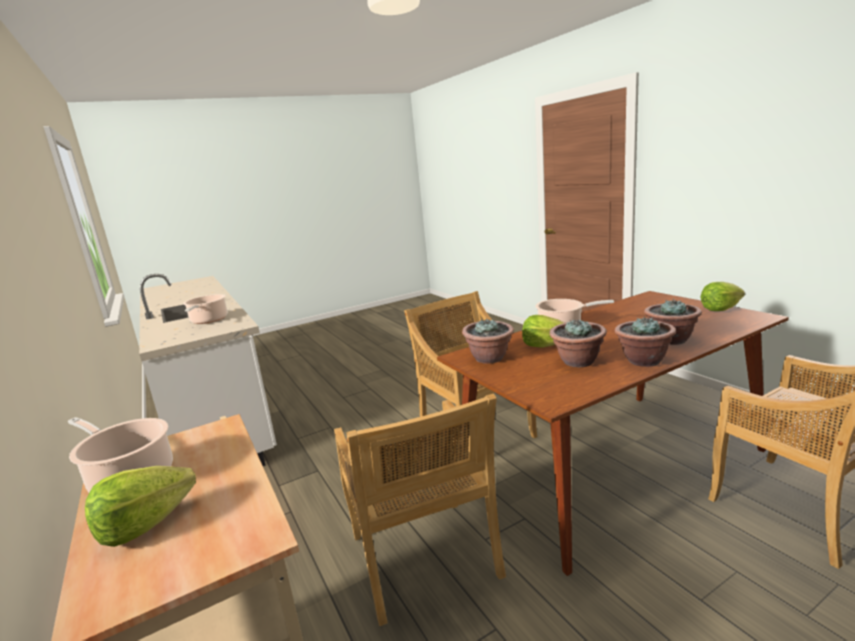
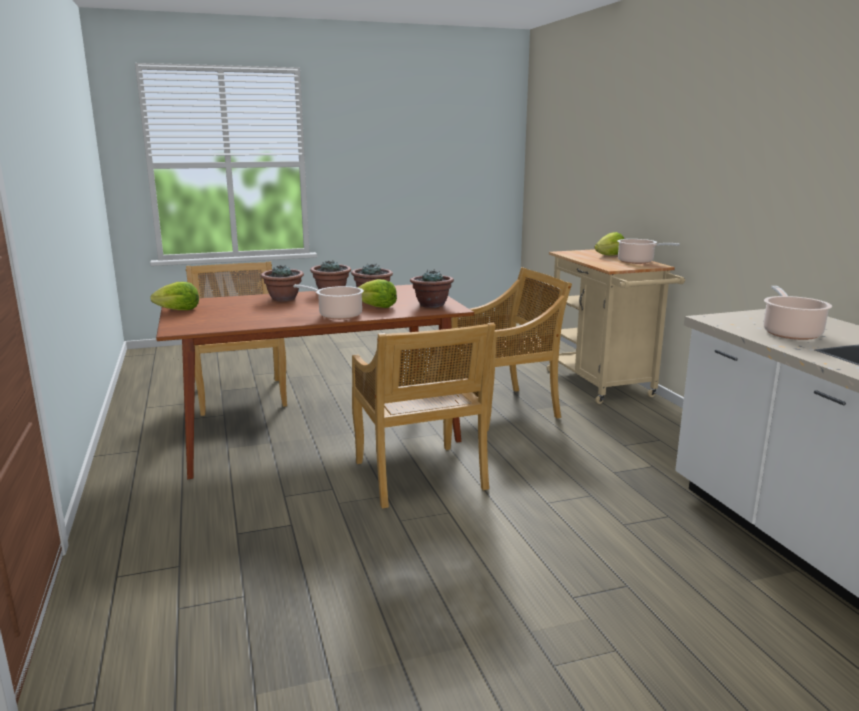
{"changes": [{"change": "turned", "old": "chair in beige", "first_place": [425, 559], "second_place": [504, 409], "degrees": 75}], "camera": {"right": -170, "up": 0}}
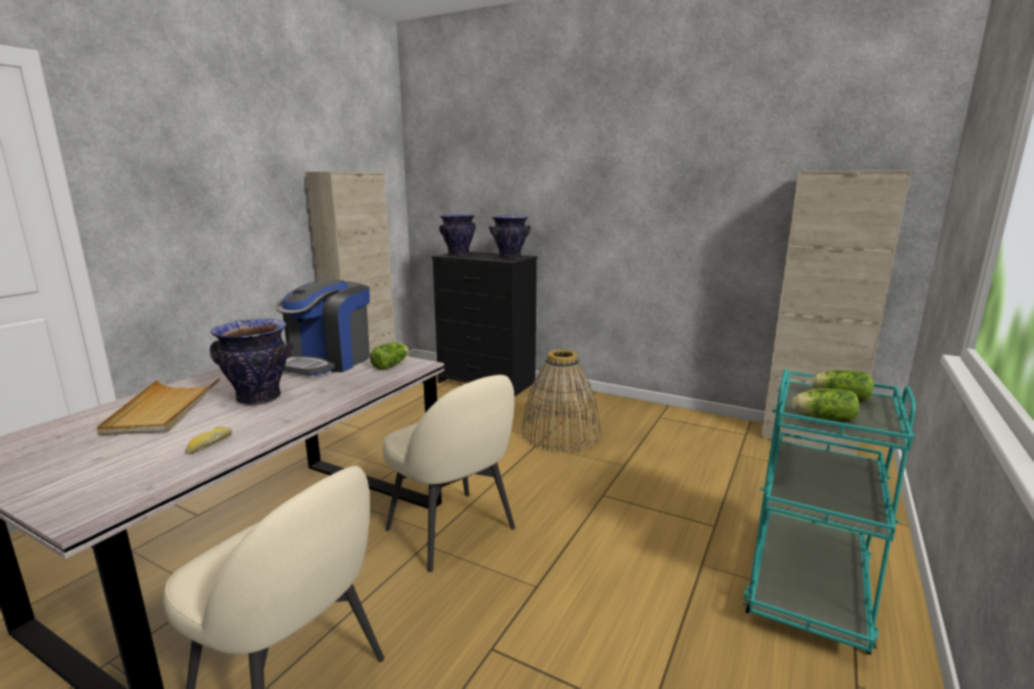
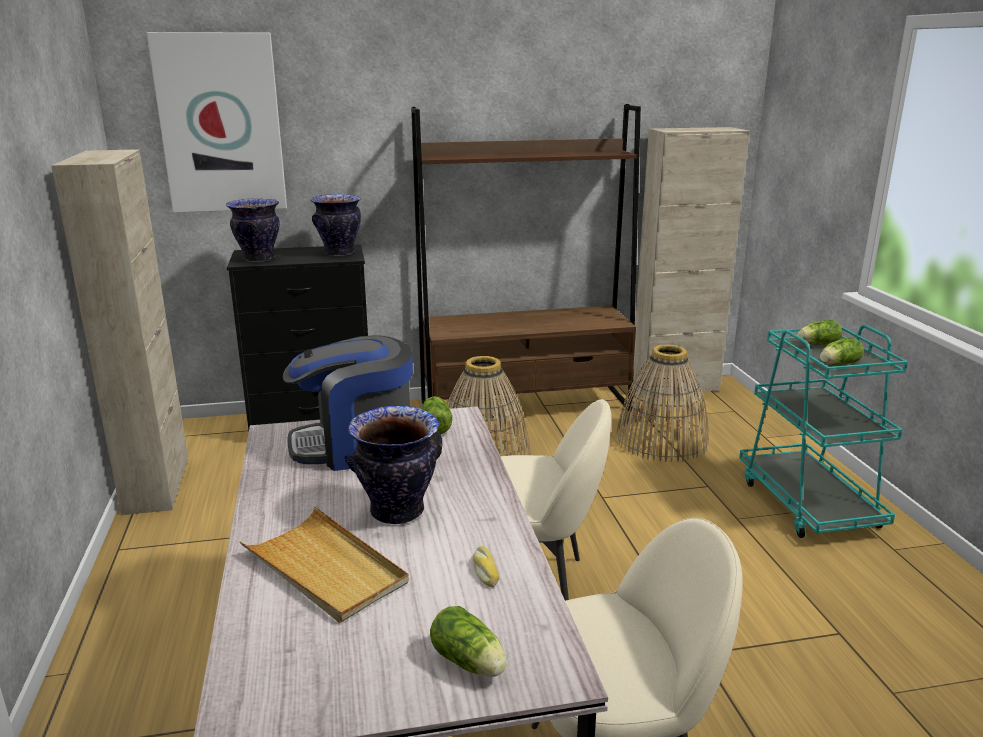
{"changes": [{"change": "added", "new": "picture", "second_place": [221, 124]}, {"change": "added", "new": "bookcase in brown", "second_place": [526, 406]}, {"change": "added", "new": "lettuce", "second_place": [470, 663]}, {"change": "added", "new": "basket", "second_place": [661, 440]}, {"change": "turned", "old": "coffee machine", "first_place": [328, 361], "second_place": [355, 446], "degrees": 90}], "camera": {"right": -40, "up": 5}}
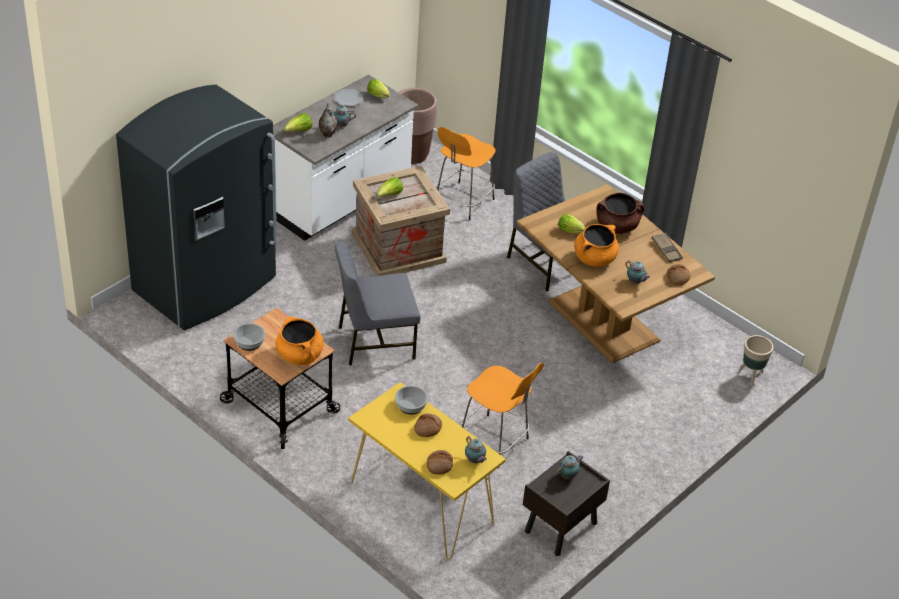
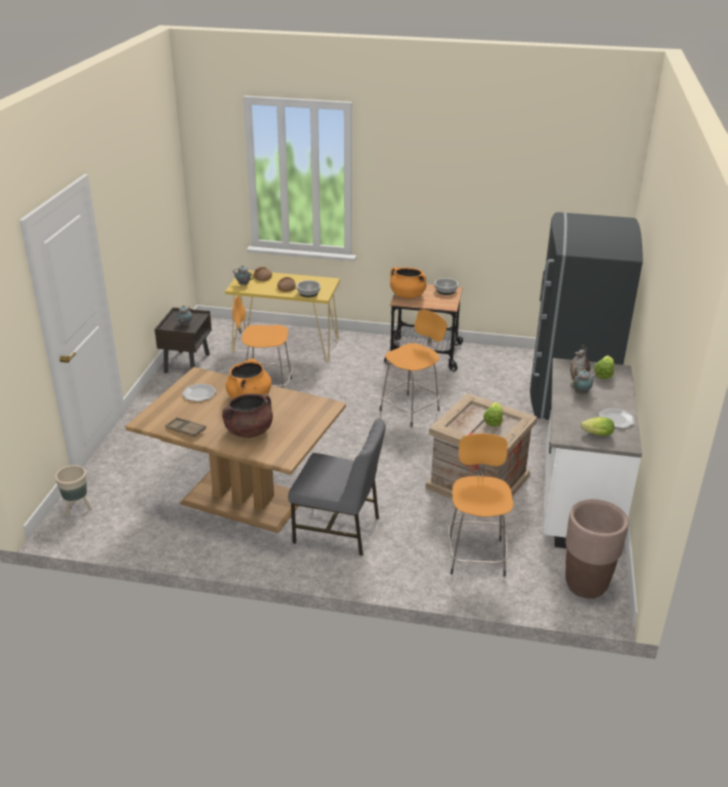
{"changes": [{"change": "removed", "old": "lettuce", "first_place": [571, 231]}, {"change": "removed", "old": "bread", "first_place": [678, 277]}, {"change": "replaced", "old": "chair in grey", "new": "stool in orange", "first_place": [374, 342], "second_place": [411, 409]}, {"change": "replaced", "old": "teapot", "new": "plate", "first_place": [635, 282], "second_place": [199, 393]}], "camera": {"right": 150, "up": -10}}
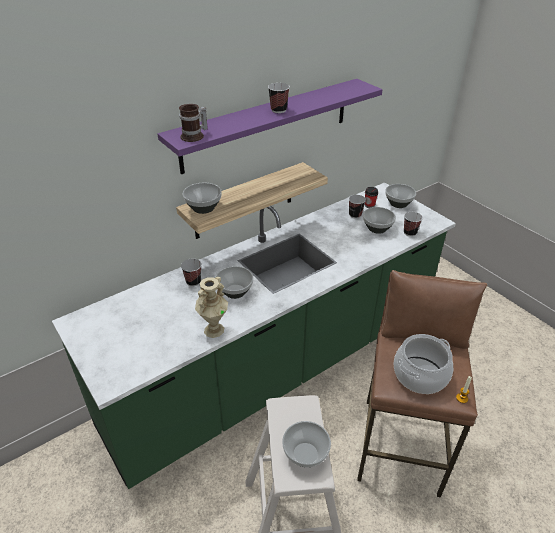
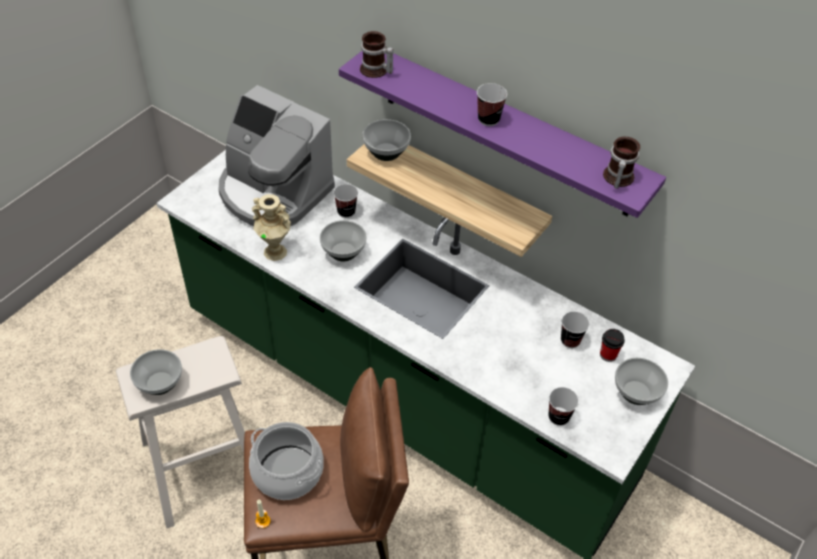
{"changes": [{"change": "removed", "old": "bowl", "first_place": [376, 228]}, {"change": "added", "new": "coffee machine", "second_place": [273, 192]}, {"change": "added", "new": "mug", "second_place": [616, 178]}], "camera": {"right": 70, "up": 10}}
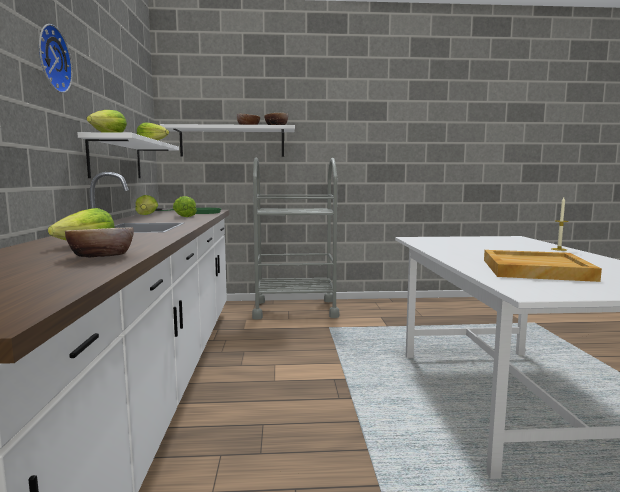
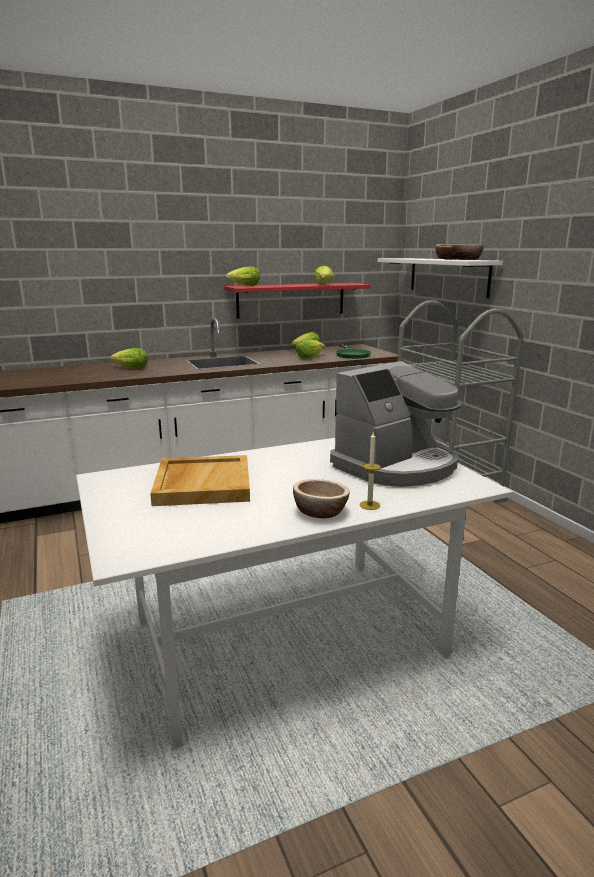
{"changes": [{"change": "removed", "old": "wall clock", "first_place": [51, 59]}, {"change": "added", "new": "coffee machine", "second_place": [396, 466]}, {"change": "moved", "old": "bowl", "first_place": [102, 256], "second_place": [320, 512]}, {"change": "recoloured", "old": "shelf in white", "new": "shelf in red", "first_place": [116, 159], "second_place": [291, 300]}], "camera": {"right": 70, "up": 10}}
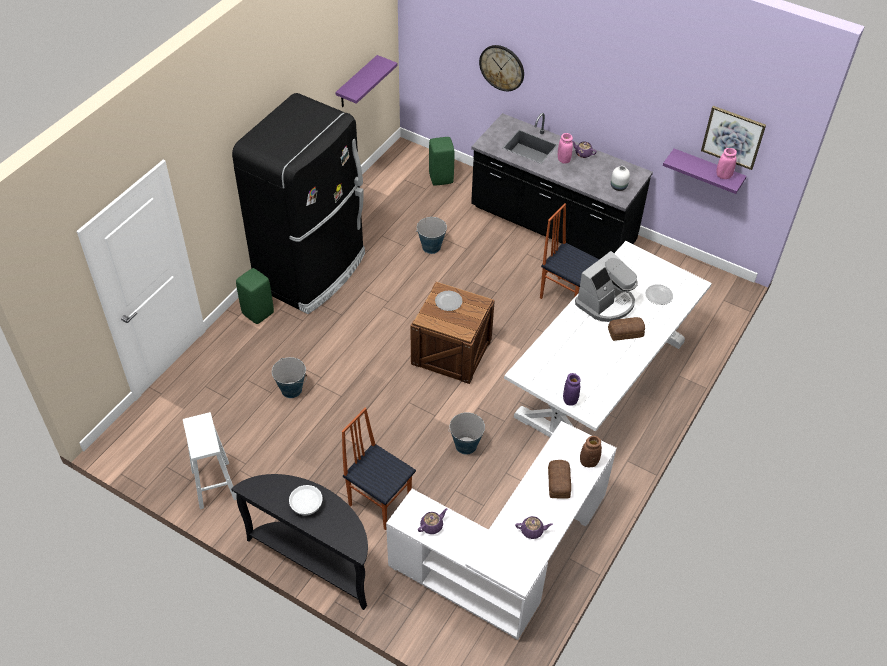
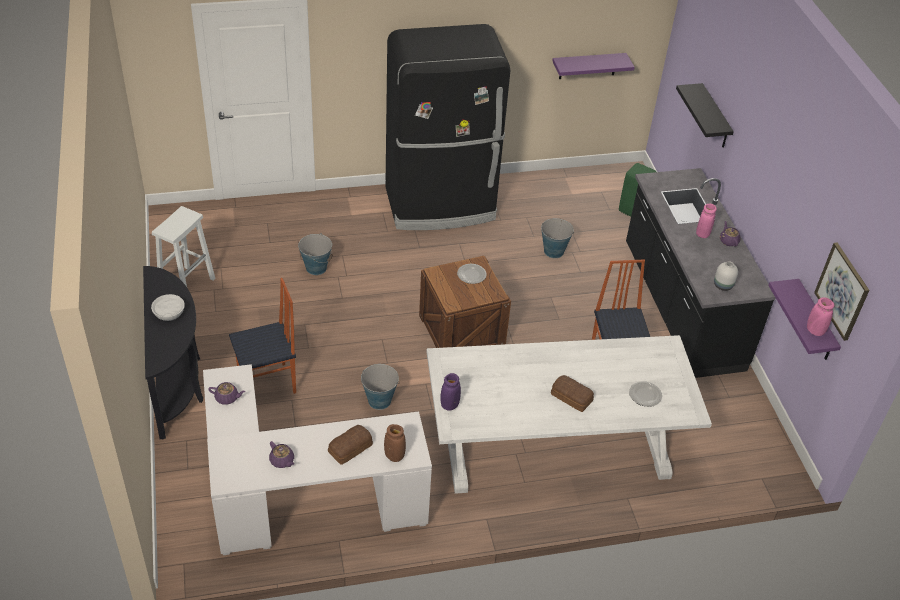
{"changes": [{"change": "removed", "old": "stool in green", "first_place": [257, 313]}, {"change": "removed", "old": "coffee machine", "first_place": [606, 303]}, {"change": "replaced", "old": "wall clock", "new": "shelf in black", "first_place": [502, 67], "second_place": [715, 117]}, {"change": "turned", "old": "chair", "first_place": [380, 502], "second_place": [268, 384], "degrees": 75}], "camera": {"right": 45, "up": -5}}
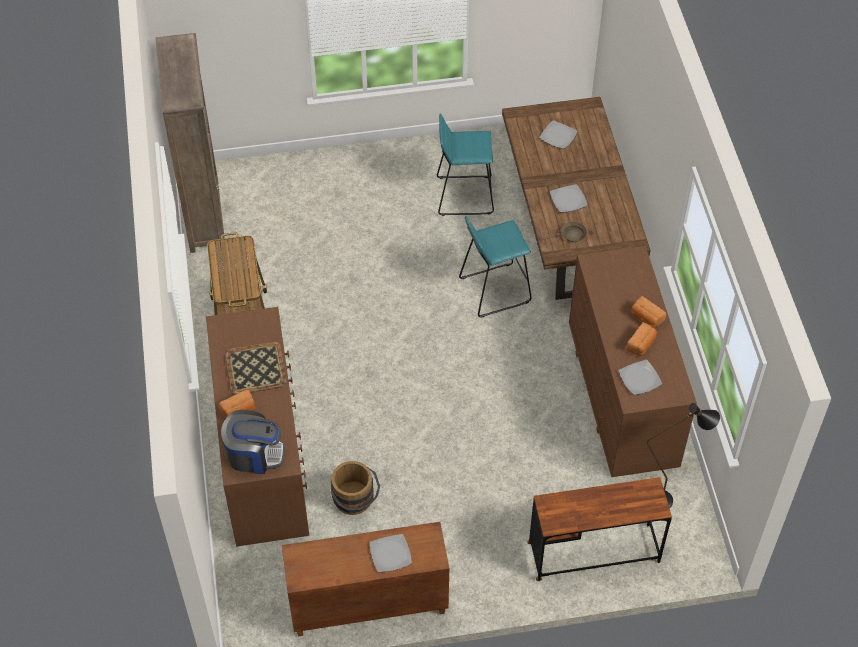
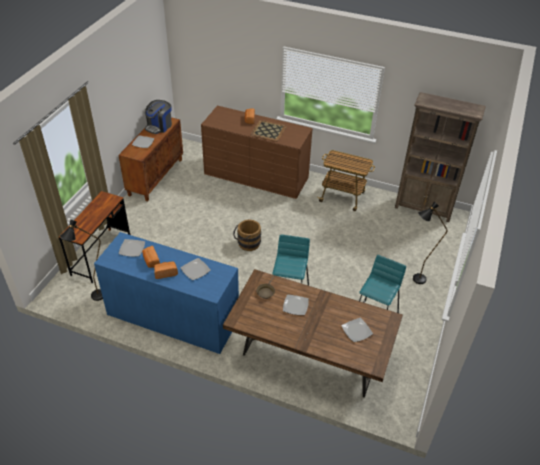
{"changes": [{"change": "added", "new": "plate", "second_place": [195, 270]}, {"change": "added", "new": "floor lamp in black", "second_place": [415, 280]}, {"change": "moved", "old": "coffee machine", "first_place": [254, 454], "second_place": [159, 126]}, {"change": "moved", "old": "bucket in brown", "first_place": [355, 501], "second_place": [246, 243]}, {"change": "recoloured", "old": "dresser in brown", "new": "dresser in blue", "first_place": [622, 393], "second_place": [173, 316]}], "camera": {"right": 120, "up": -10}}
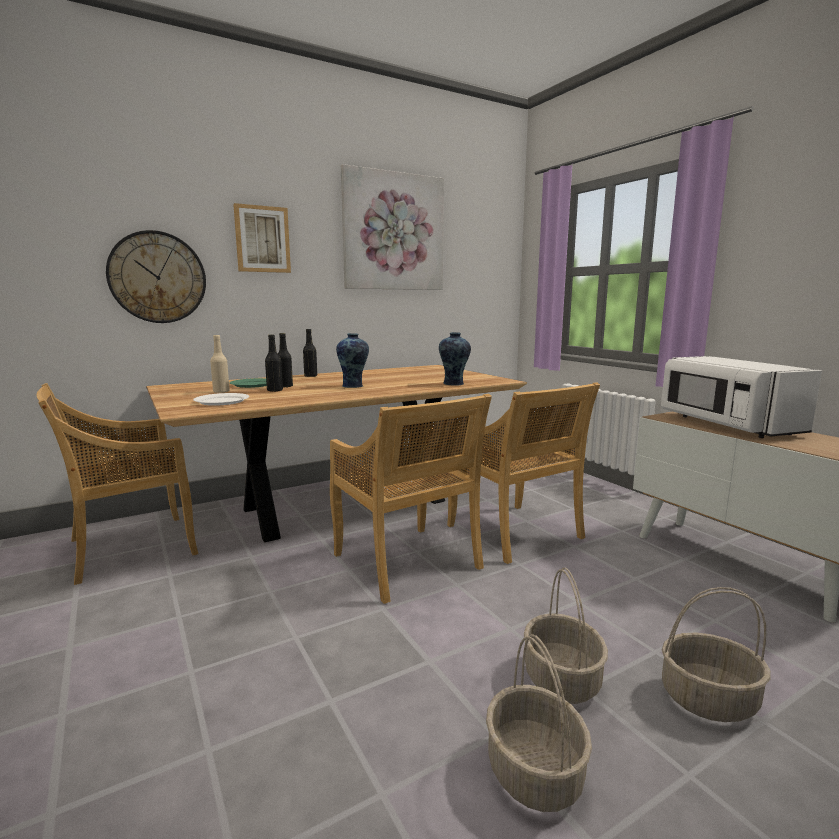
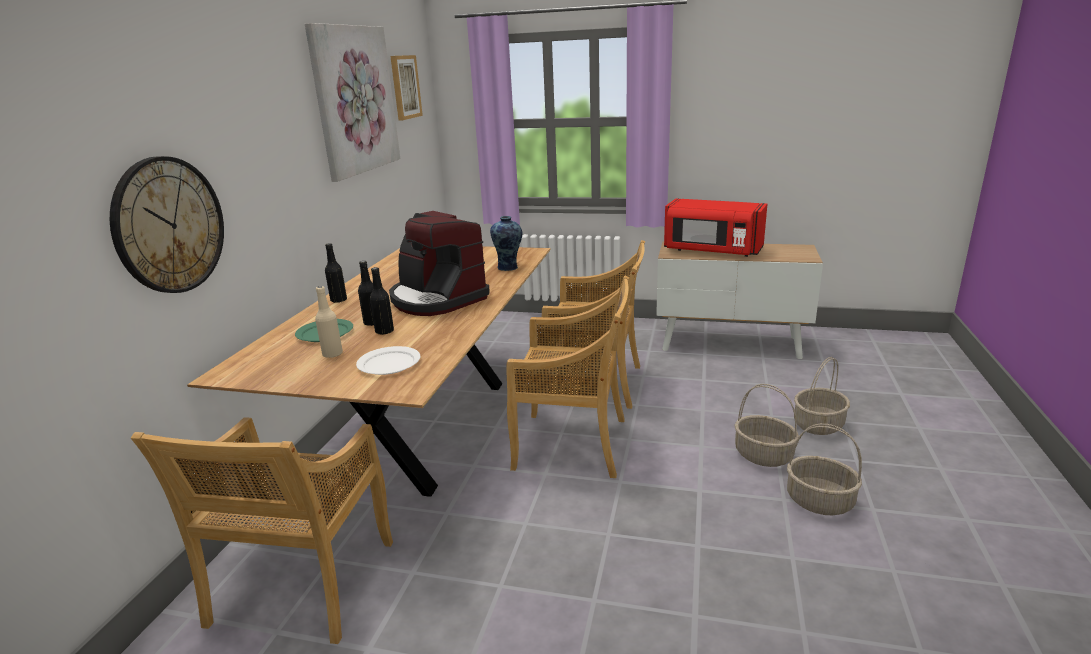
{"changes": [{"change": "moved", "old": "picture", "first_place": [262, 239], "second_place": [405, 87]}, {"change": "replaced", "old": "vase", "new": "coffee machine", "first_place": [354, 386], "second_place": [437, 299]}, {"change": "recoloured", "old": "microwave in white", "new": "microwave in red", "first_place": [725, 425], "second_place": [711, 251]}], "camera": {"right": -45, "up": 10}}
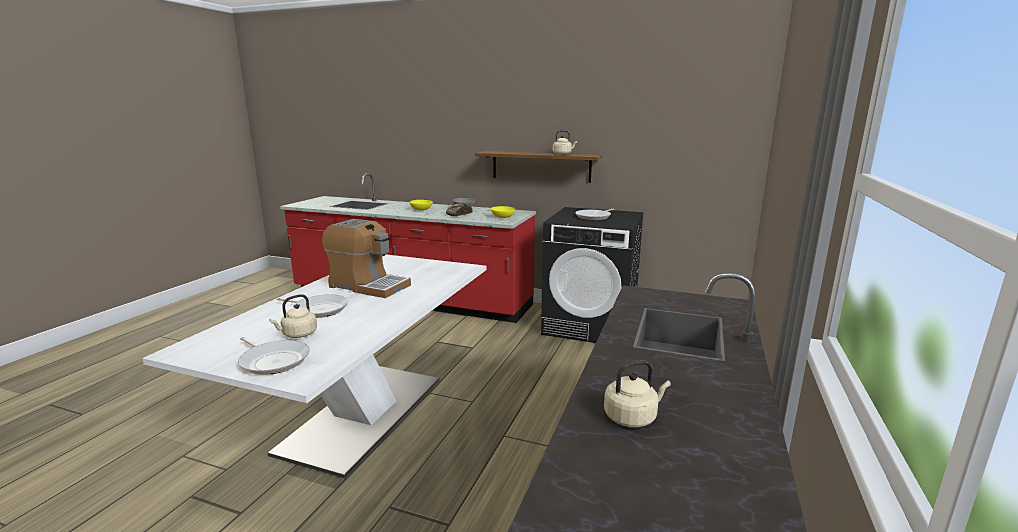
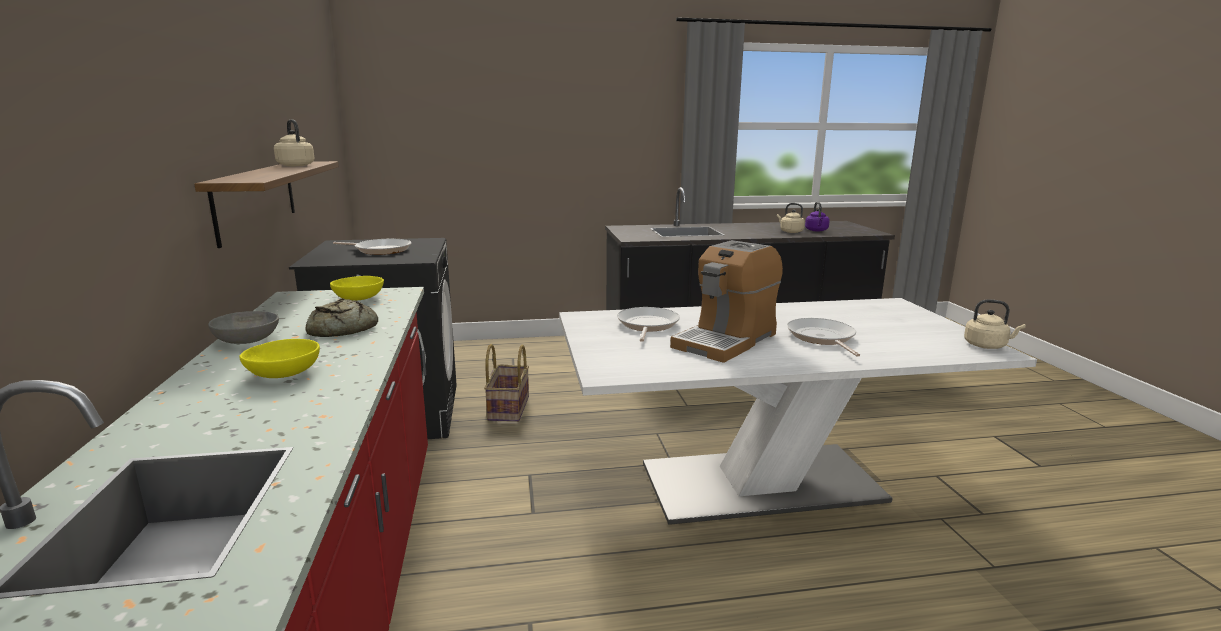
{"changes": [{"change": "added", "new": "basket", "second_place": [507, 408]}, {"change": "added", "new": "kettle in purple", "second_place": [816, 230]}, {"change": "moved", "old": "frying pan", "first_place": [273, 360], "second_place": [647, 325]}, {"change": "moved", "old": "kettle in beige", "first_place": [298, 334], "second_place": [987, 346]}, {"change": "turned", "old": "coffee machine", "first_place": [368, 286], "second_place": [726, 340], "degrees": -135}], "camera": {"right": -120, "up": 0}}
